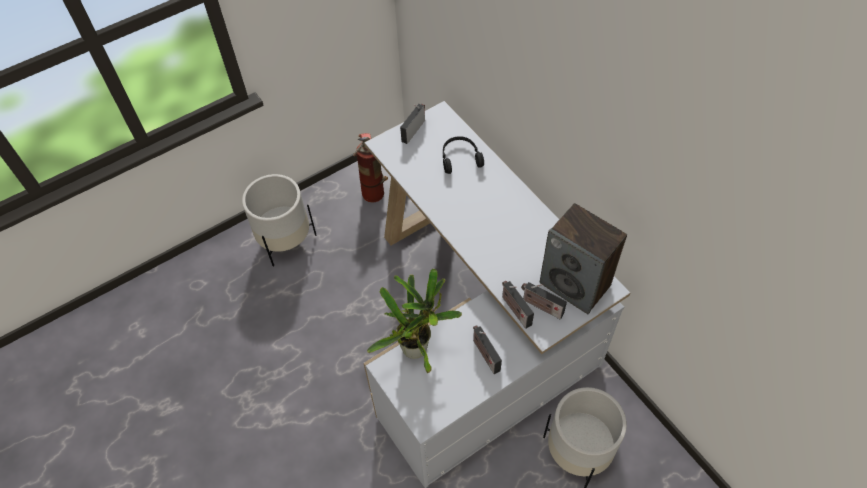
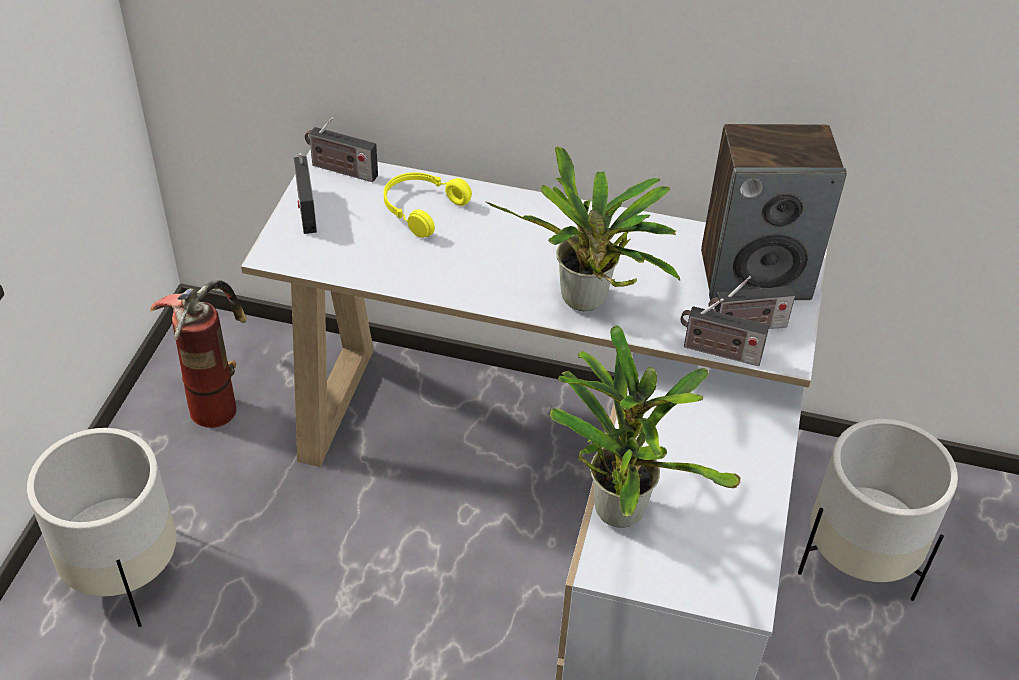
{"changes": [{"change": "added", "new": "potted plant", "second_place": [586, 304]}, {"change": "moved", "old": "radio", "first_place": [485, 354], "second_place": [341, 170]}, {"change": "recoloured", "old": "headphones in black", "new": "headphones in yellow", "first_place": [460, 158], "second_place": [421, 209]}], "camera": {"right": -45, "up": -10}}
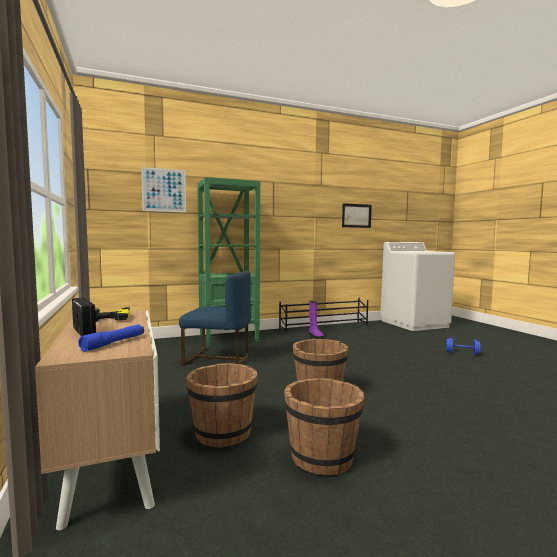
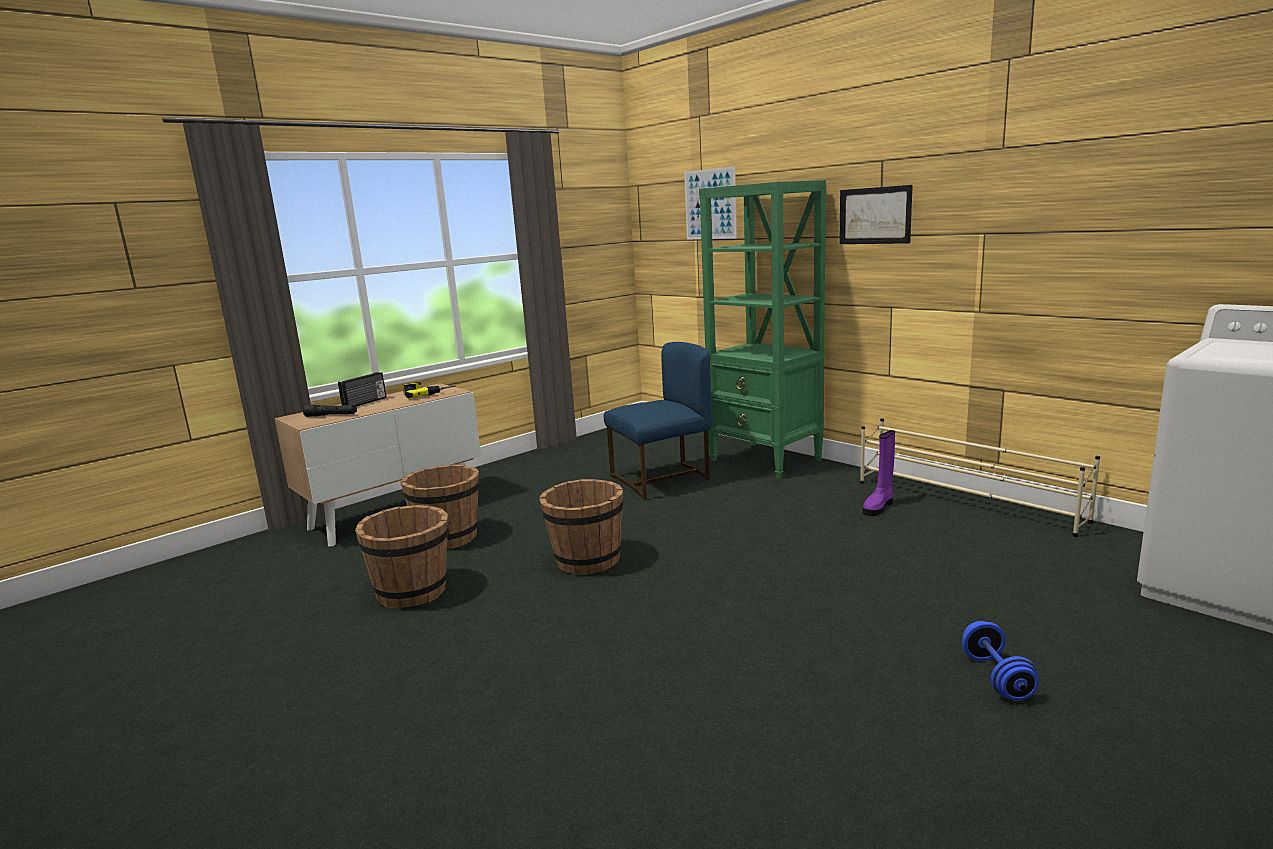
{"changes": [{"change": "moved", "old": "picture", "first_place": [356, 215], "second_place": [874, 215]}, {"change": "recoloured", "old": "flashlight in blue", "new": "flashlight in black", "first_place": [114, 343], "second_place": [331, 415]}, {"change": "recoloured", "old": "shoe rack in black", "new": "shoe rack in beige", "first_place": [324, 327], "second_place": [967, 501]}, {"change": "turned", "old": "chair in blue", "first_place": [218, 358], "second_place": [662, 479], "degrees": -105}], "camera": {"right": 70, "up": 10}}
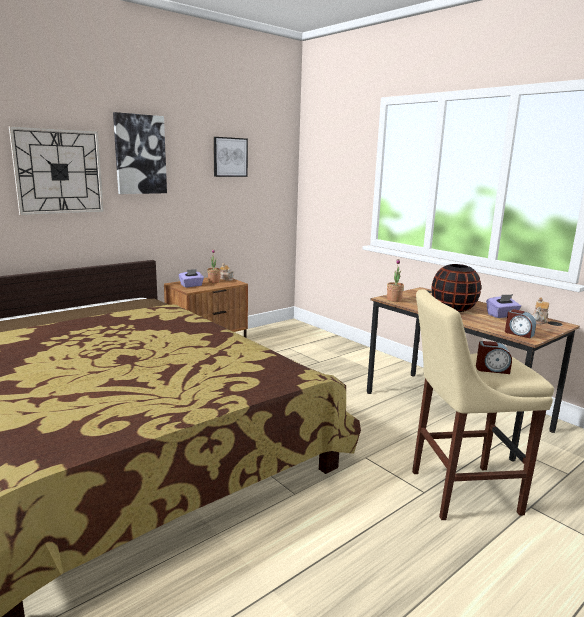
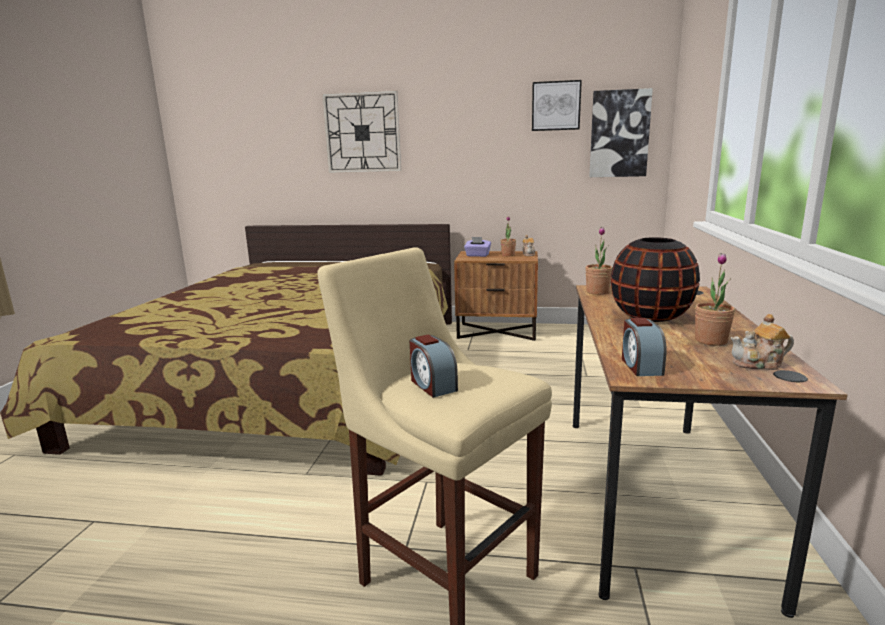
{"changes": [{"change": "moved", "old": "picture", "first_place": [140, 154], "second_place": [619, 134]}, {"change": "replaced", "old": "tissue box in purple", "new": "potted plant", "first_place": [502, 315], "second_place": [711, 341]}], "camera": {"right": 50, "up": 0}}
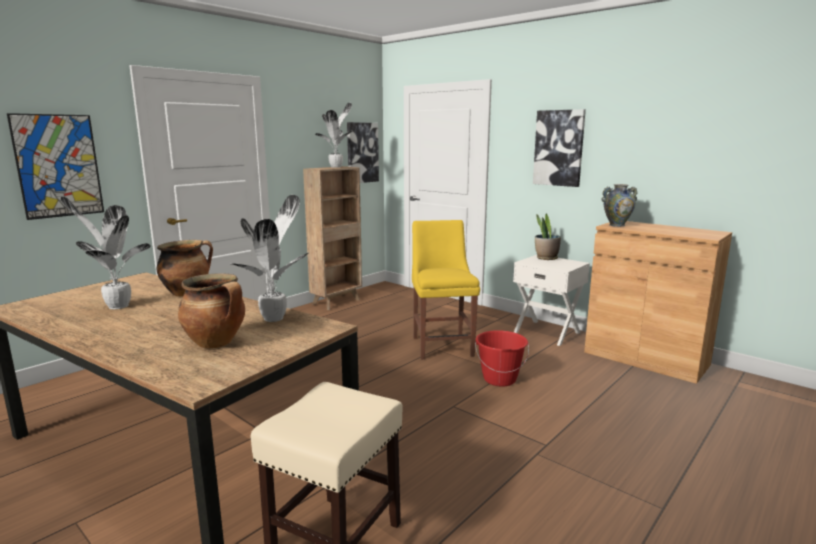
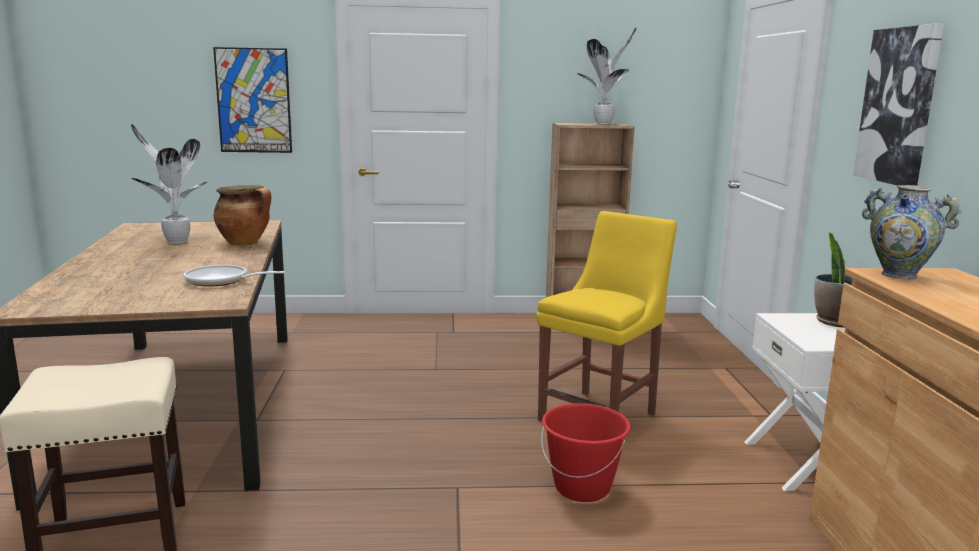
{"changes": [{"change": "removed", "old": "cooking pot", "first_place": [217, 343]}, {"change": "removed", "old": "picture", "first_place": [362, 152]}, {"change": "replaced", "old": "potted plant", "new": "frying pan", "first_place": [275, 318], "second_place": [221, 281]}], "camera": {"right": 45, "up": 0}}
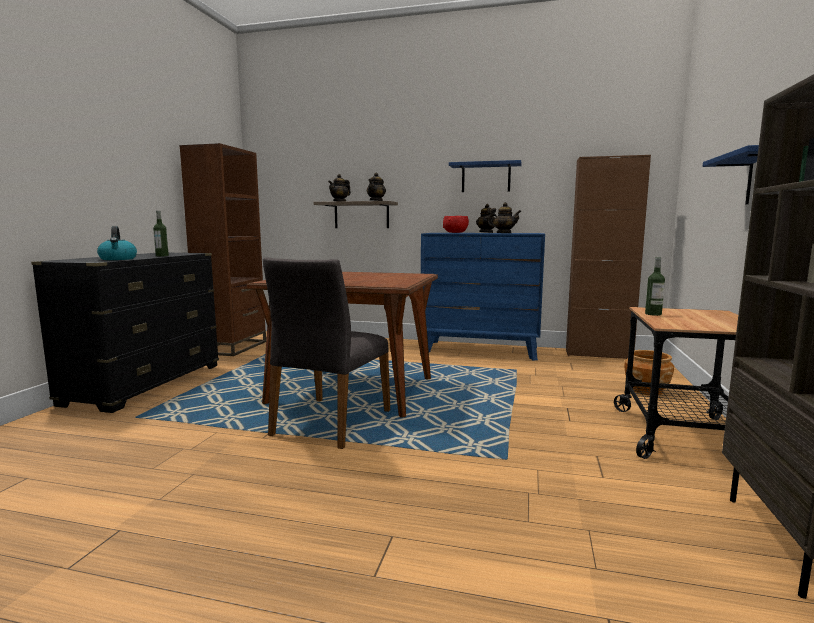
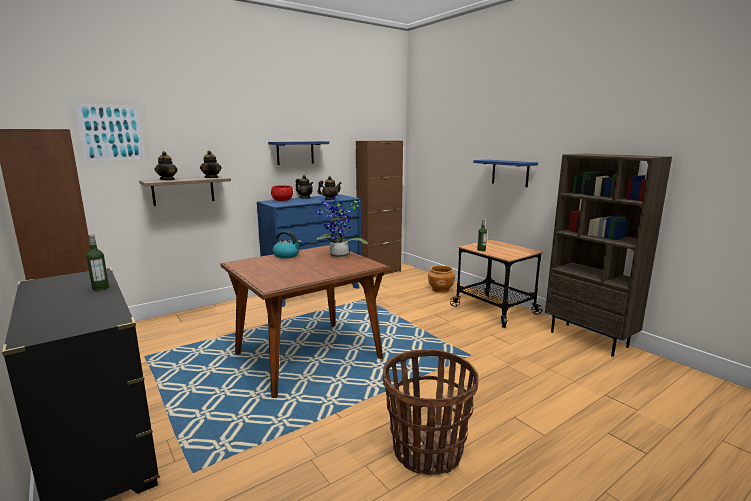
{"changes": [{"change": "removed", "old": "chair in grey", "first_place": [330, 422]}, {"change": "added", "new": "picture", "second_place": [111, 133]}, {"change": "added", "new": "potted plant", "second_place": [338, 257]}, {"change": "added", "new": "basket", "second_place": [427, 451]}, {"change": "moved", "old": "kettle", "first_place": [118, 259], "second_place": [287, 255]}], "camera": {"right": -50, "up": 5}}
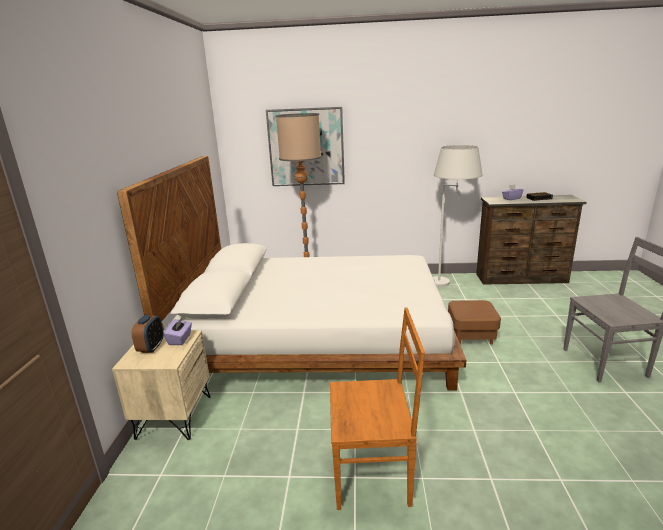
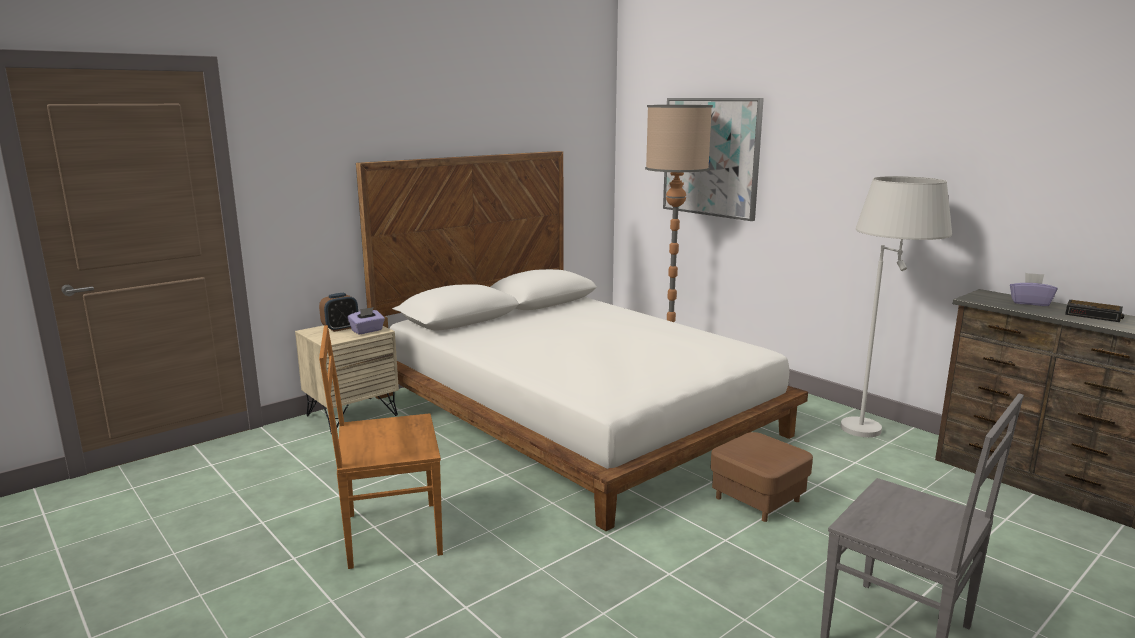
{"changes": [{"change": "turned", "old": "chair in brown", "first_place": [373, 474], "second_place": [389, 534], "degrees": 120}], "camera": {"right": 45, "up": -5}}
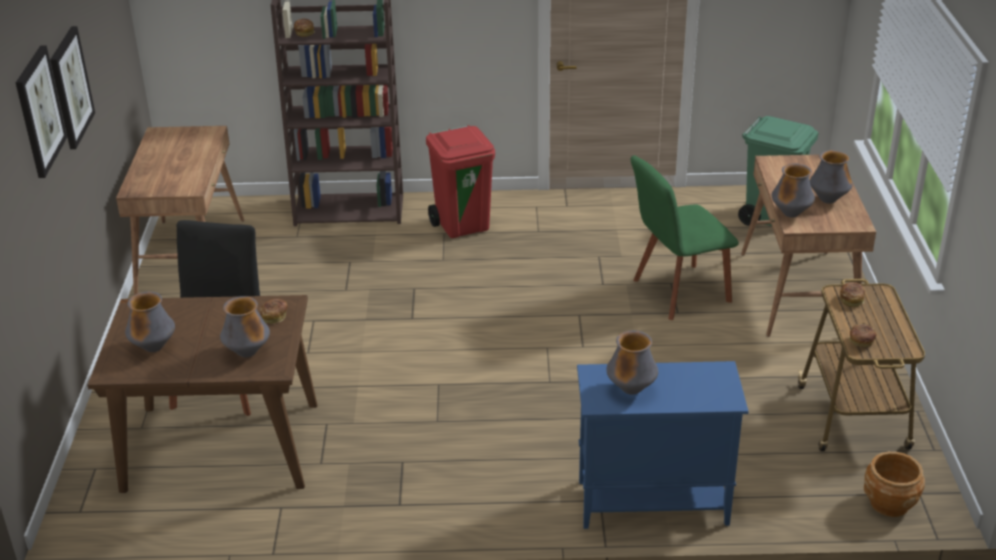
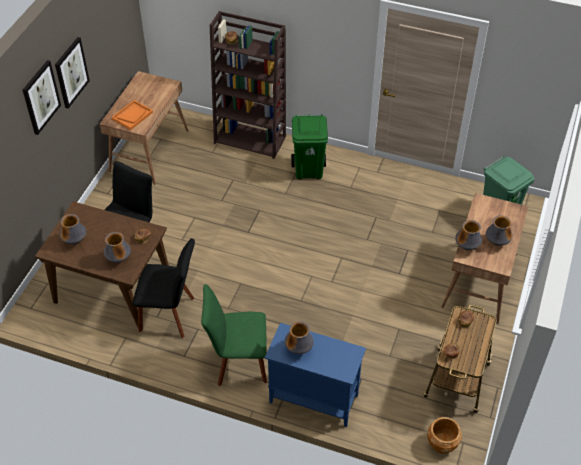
{"changes": [{"change": "added", "new": "tray in orange", "second_place": [132, 116]}, {"change": "added", "new": "chair in black", "second_place": [170, 315]}, {"change": "moved", "old": "chair in green", "first_place": [677, 292], "second_place": [238, 362]}, {"change": "recoloured", "old": "trash can in red", "new": "trash can in green", "first_place": [463, 225], "second_place": [309, 170]}], "camera": {"right": 20, "up": 15}}
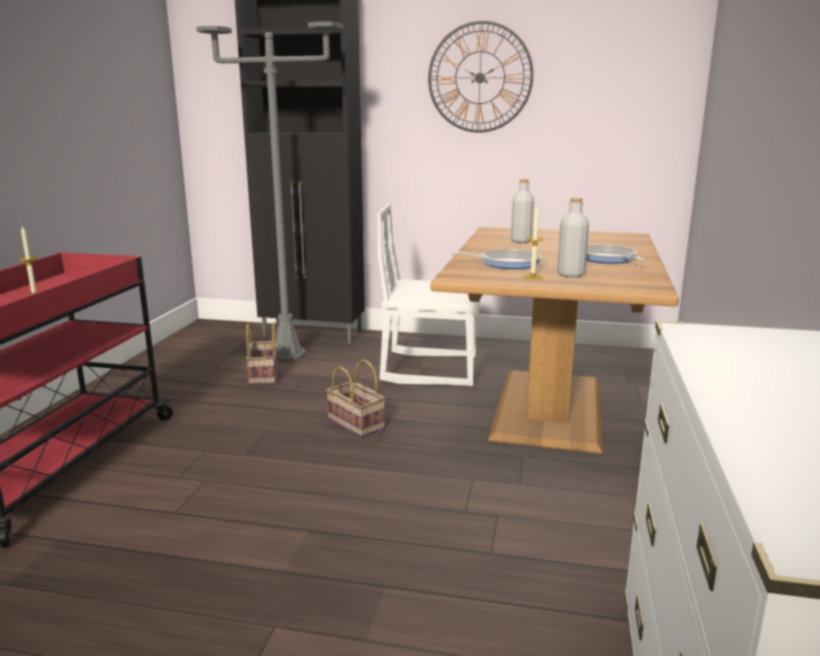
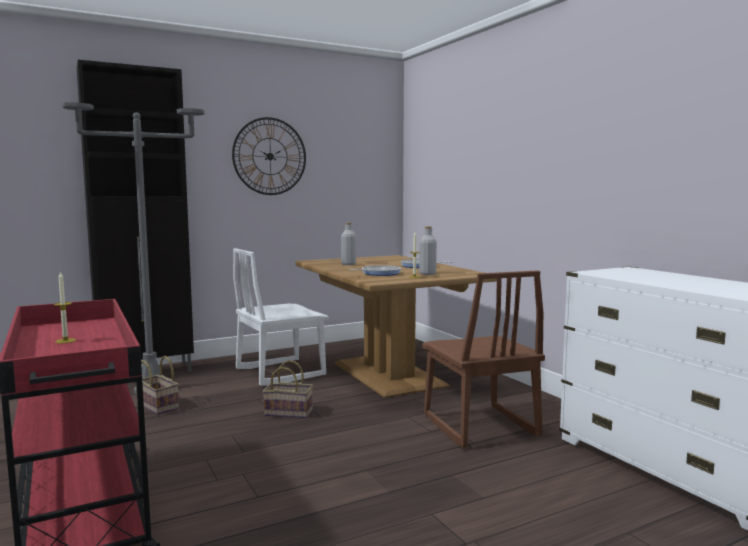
{"changes": [{"change": "added", "new": "chair in brown", "second_place": [478, 427]}], "camera": {"right": -40, "up": -10}}
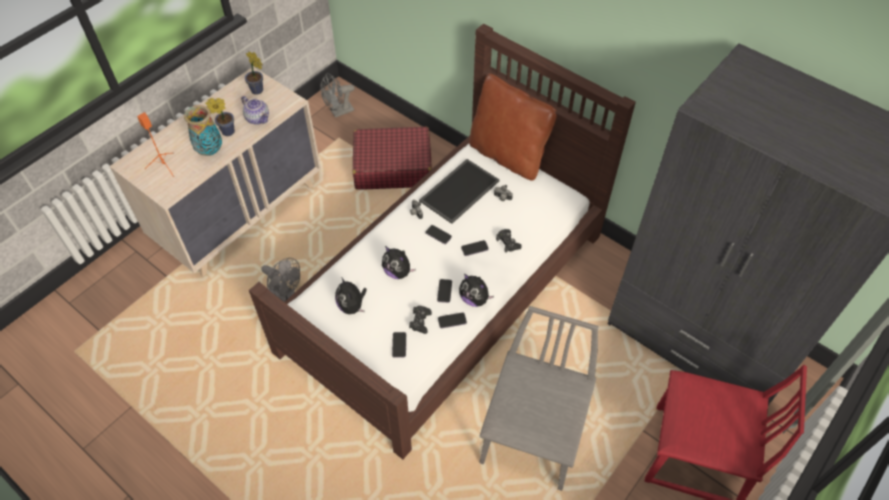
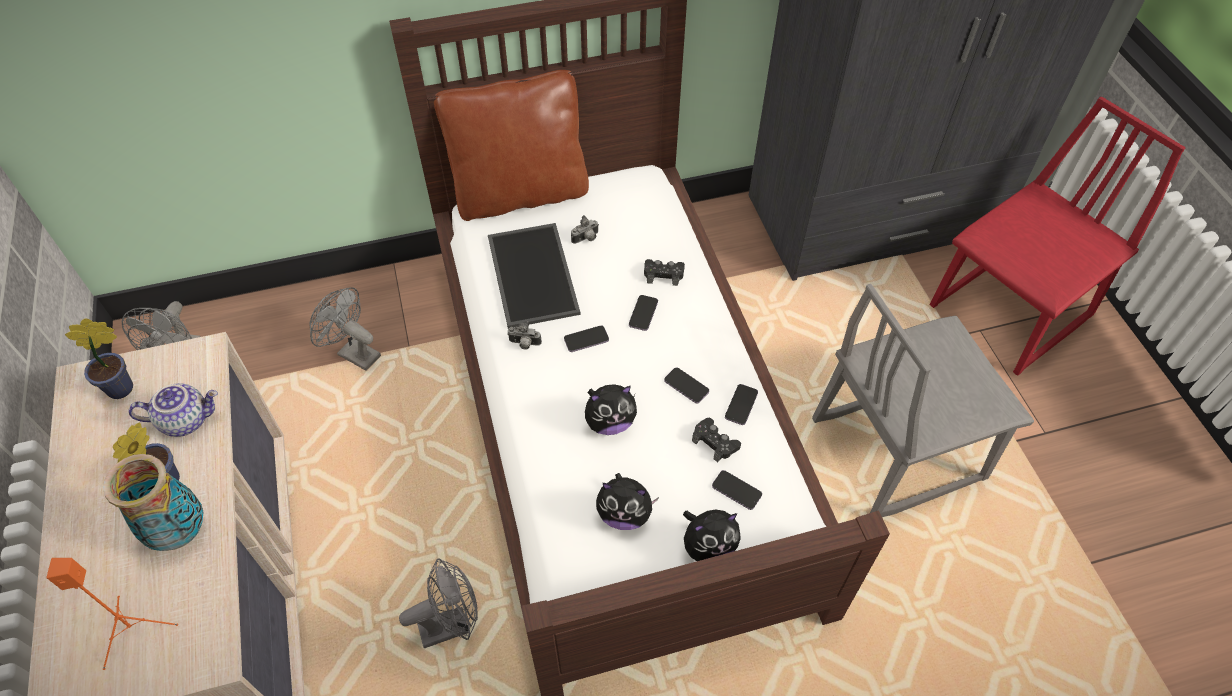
{"changes": [{"change": "moved", "old": "plush toy", "first_place": [474, 299], "second_place": [708, 546]}, {"change": "replaced", "old": "suitcase in red", "new": "fan in grey", "first_place": [392, 167], "second_place": [353, 353]}, {"change": "turned", "old": "chair in grey", "first_place": [533, 436], "second_place": [896, 447], "degrees": -75}], "camera": {"right": -55, "up": 0}}
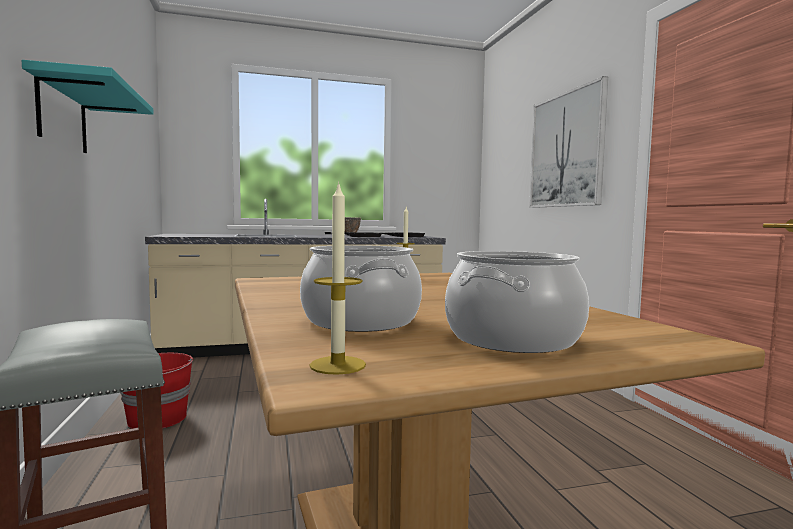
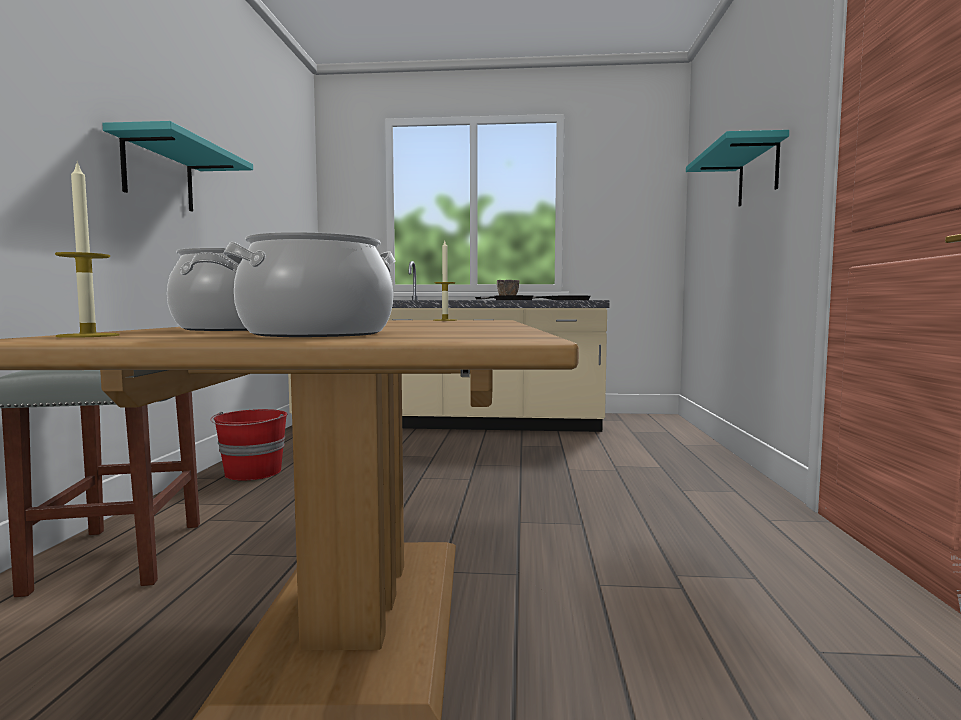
{"changes": [{"change": "replaced", "old": "picture", "new": "shelf in turquoise", "first_place": [566, 150], "second_place": [758, 174]}], "camera": {"right": 20, "up": 0}}
